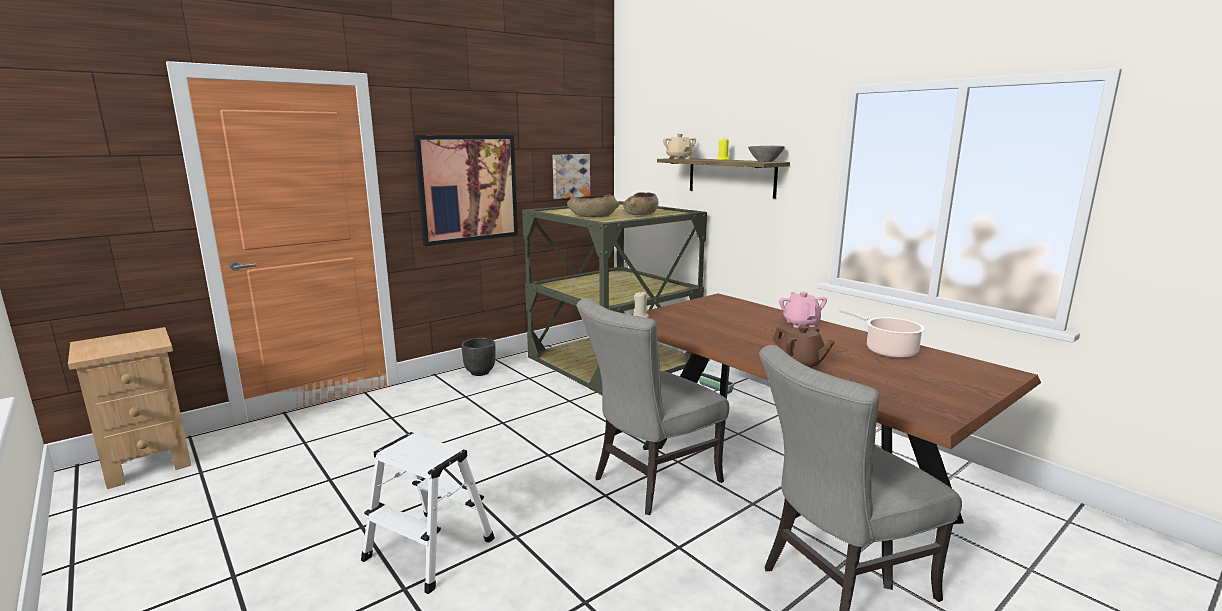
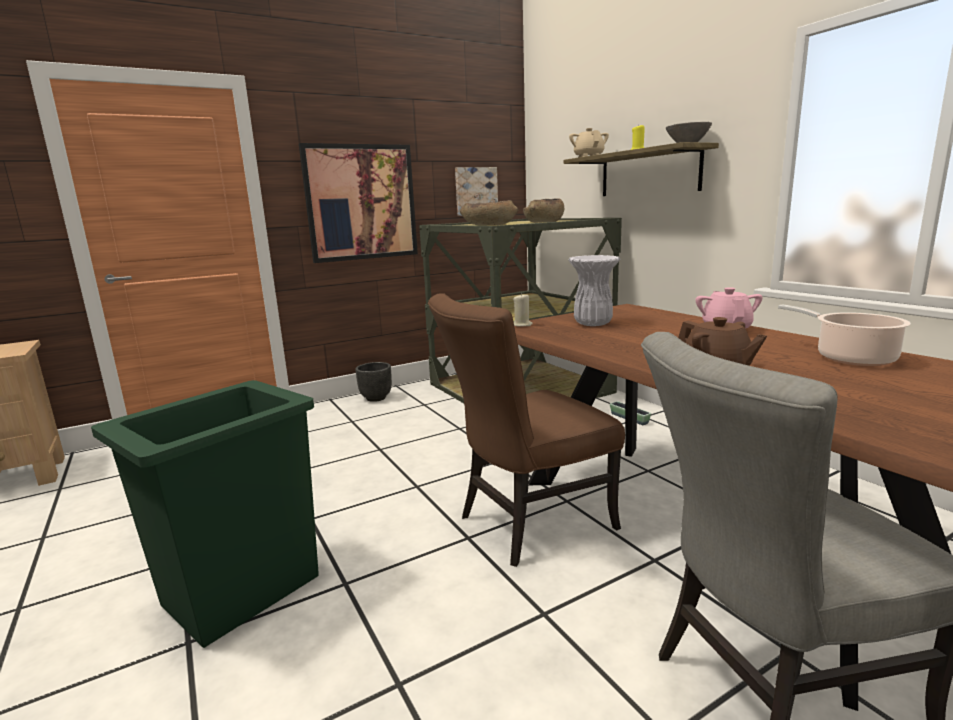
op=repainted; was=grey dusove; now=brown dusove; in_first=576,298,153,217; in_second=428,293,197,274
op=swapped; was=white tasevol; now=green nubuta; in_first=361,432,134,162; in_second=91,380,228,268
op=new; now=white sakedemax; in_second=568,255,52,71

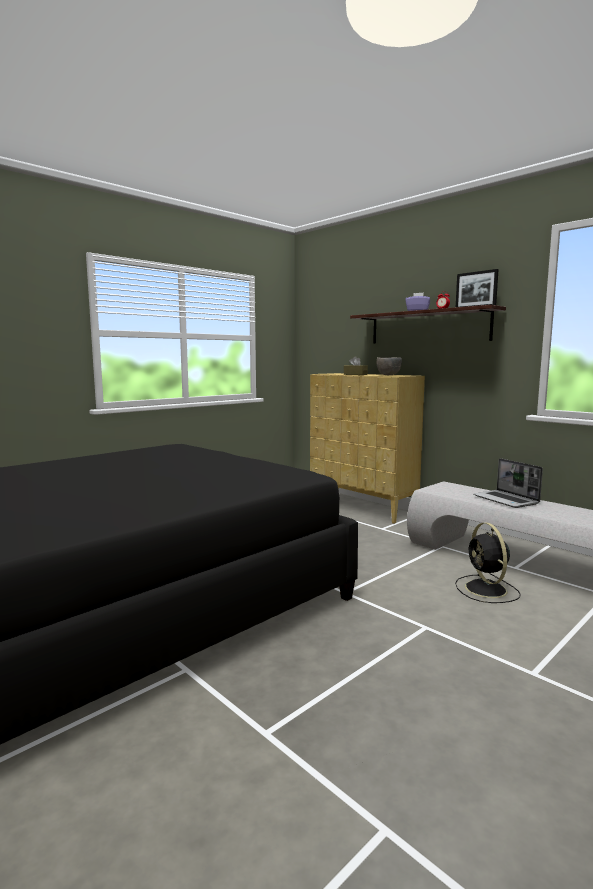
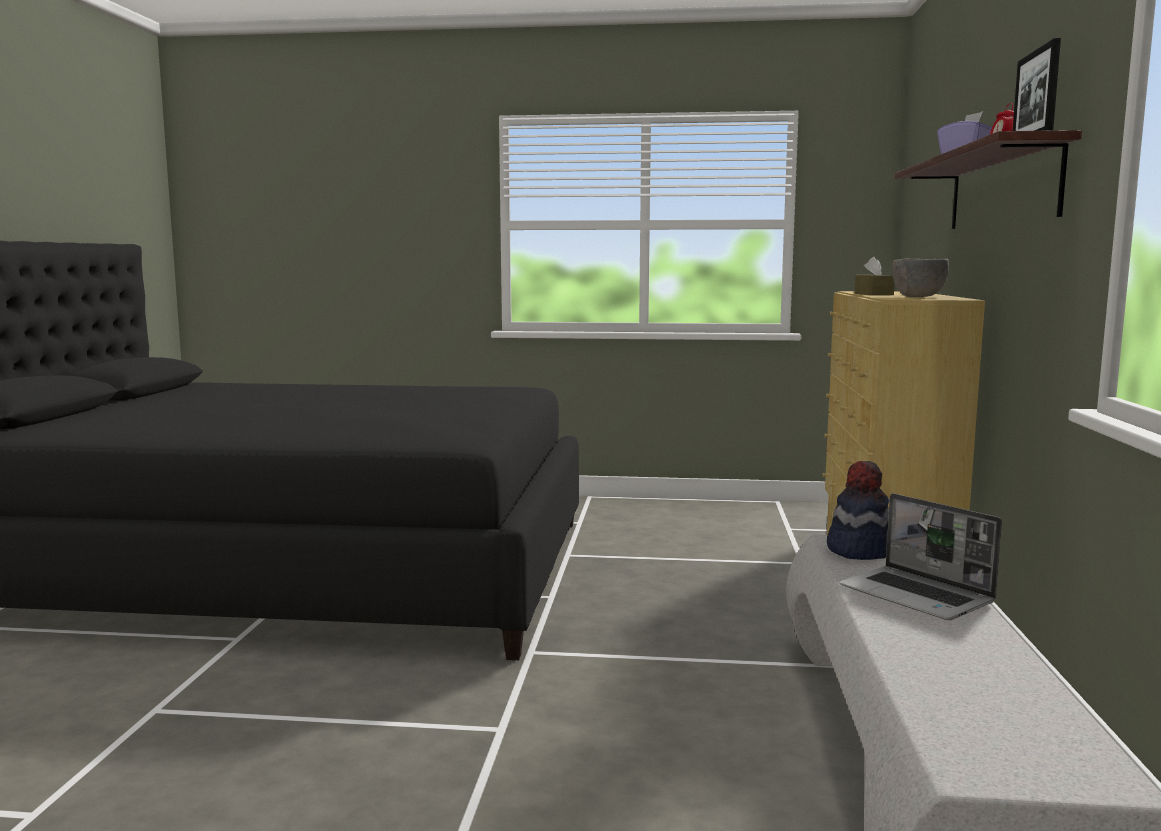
op=rotated; was=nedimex; in_first=473,458,70,50; in_second=839,493,163,127; clockwise=-60
op=gone; was=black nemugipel; in_first=455,523,66,80
op=new; now=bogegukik; in_second=827,461,62,99

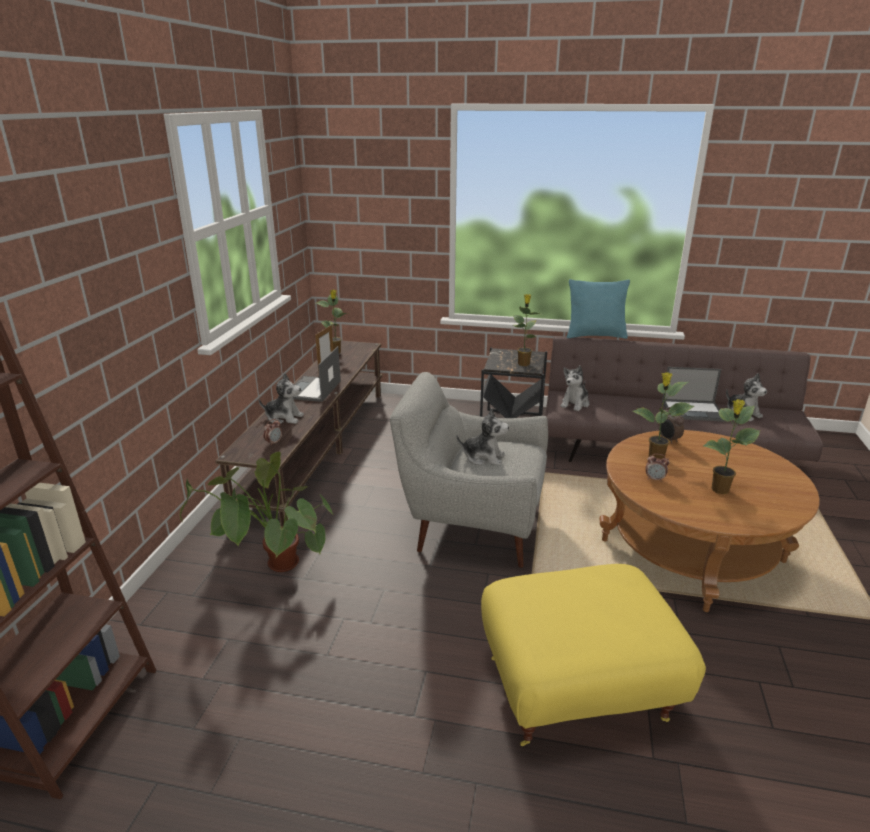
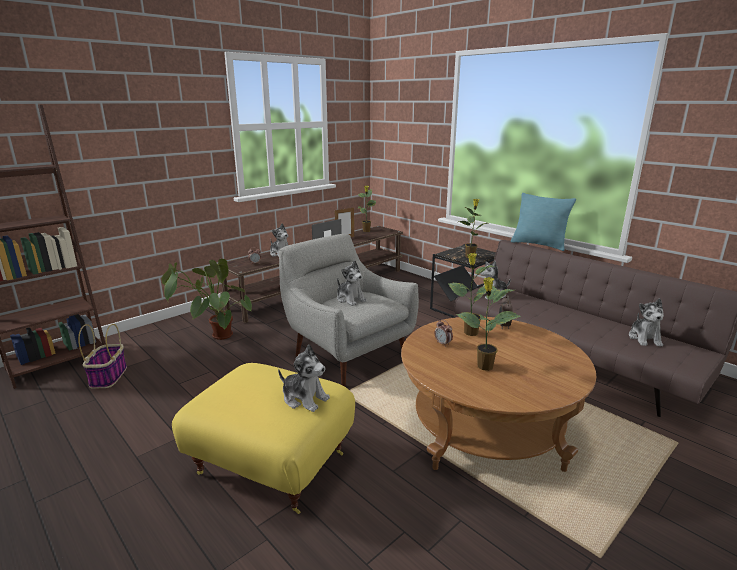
op=gone; was=nedimex; in_first=662,367,63,55
op=new; now=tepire; in_second=78,324,49,65
op=new; now=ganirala; in_second=278,344,52,68

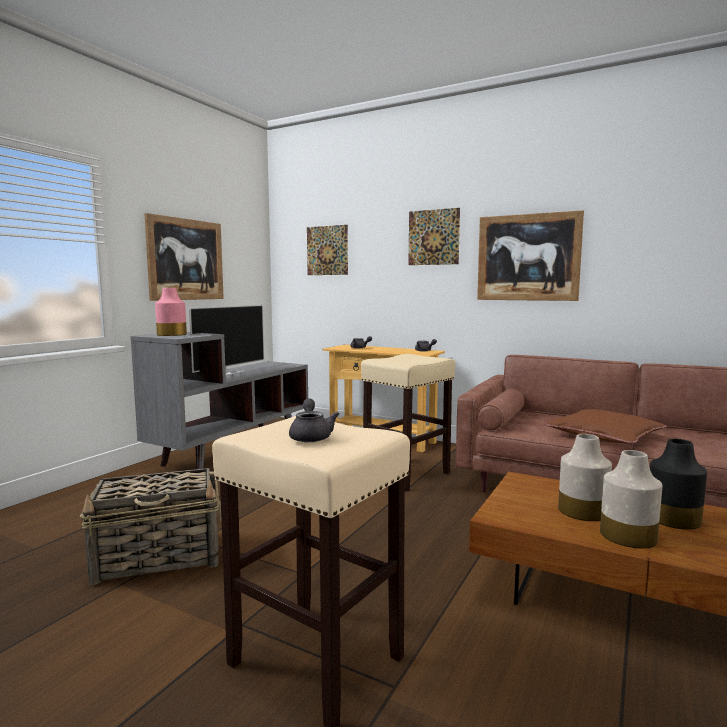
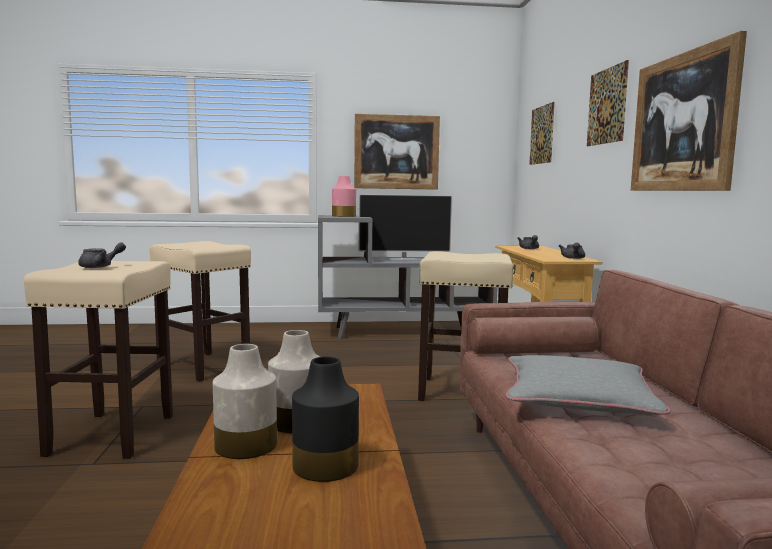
op=repainted; was=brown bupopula; now=grey bupopula; in_first=545,409,122,35; in_second=506,355,165,60
op=swapped; was=tepire; now=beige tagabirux; in_first=80,468,142,117; in_second=149,241,102,141

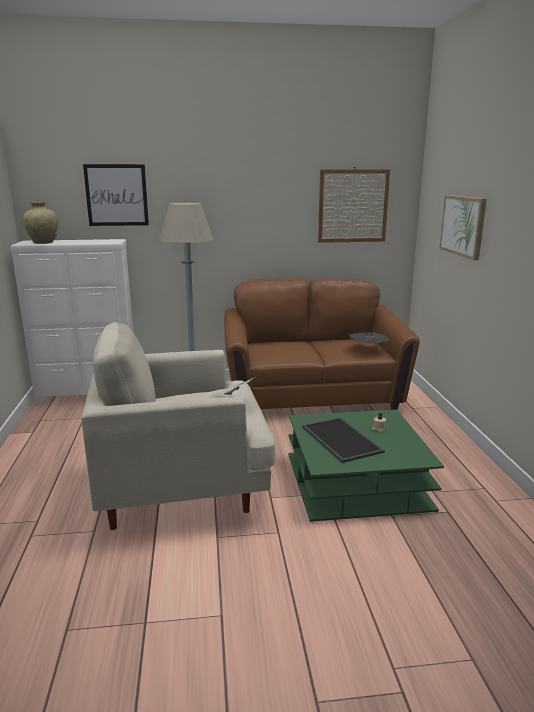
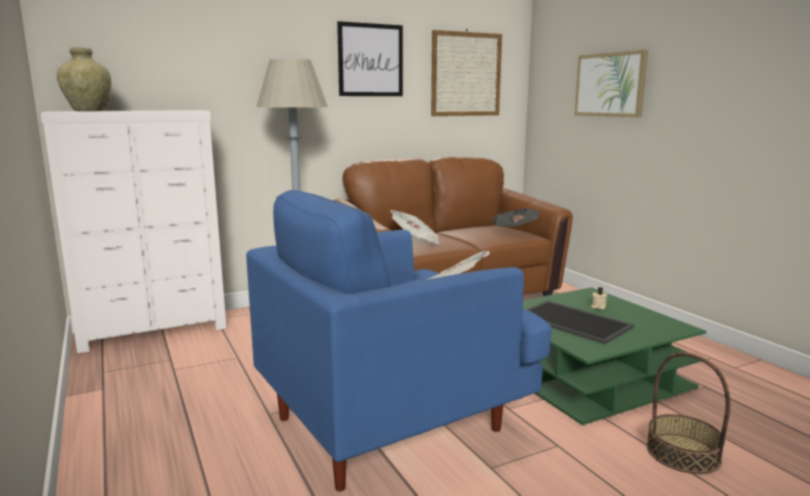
op=shifted; was=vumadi; in_first=83,164,66,62; in_second=337,21,66,75
op=repainted; was=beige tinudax; now=blue tinudax; in_first=81,322,194,208; in_second=246,190,305,302
op=new; now=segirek; in_second=390,210,49,34
op=new; now=tepire; in_second=646,352,84,122

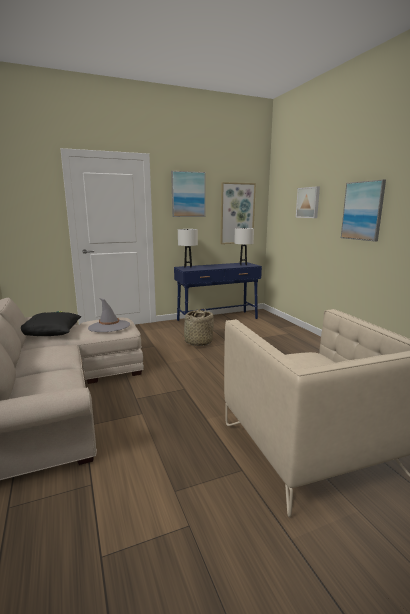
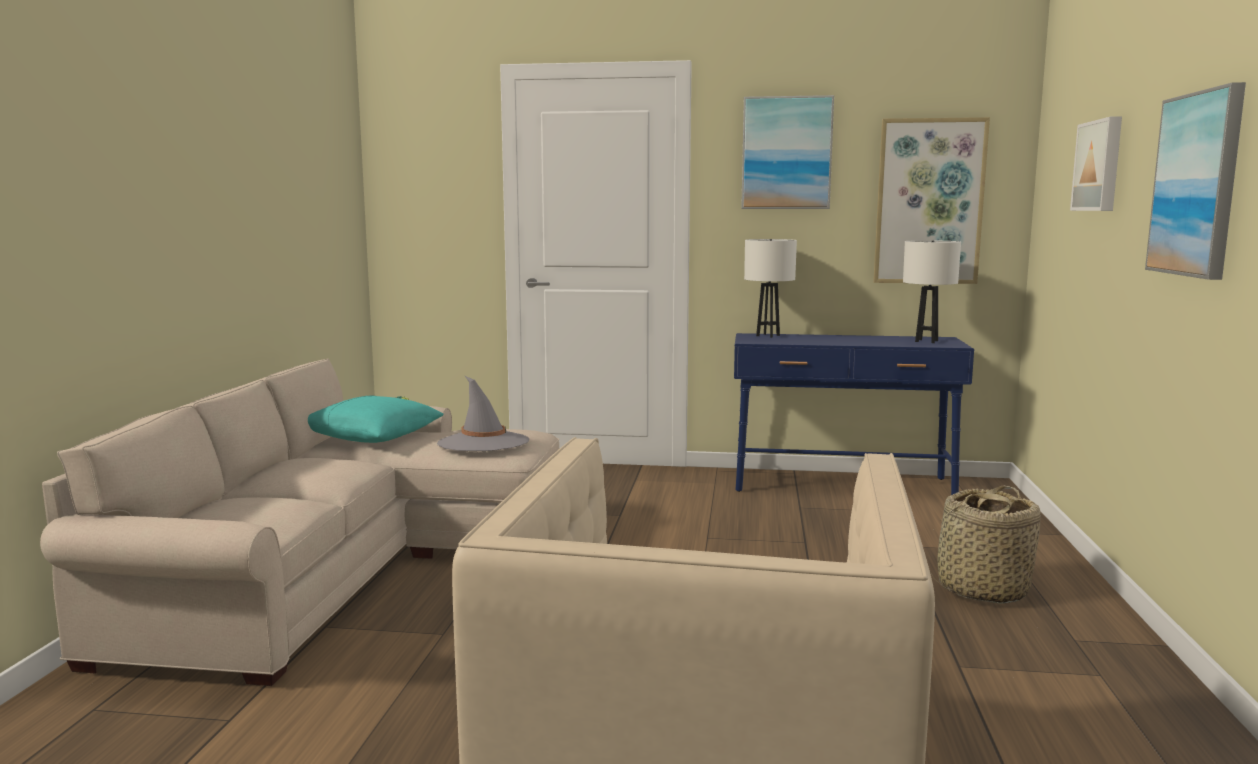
op=shifted; was=tepire; in_first=182,308,32,38; in_second=930,486,111,118
op=repainted; was=black bupopula; now=turquoise bupopula; in_first=21,311,60,25; in_second=308,395,135,48

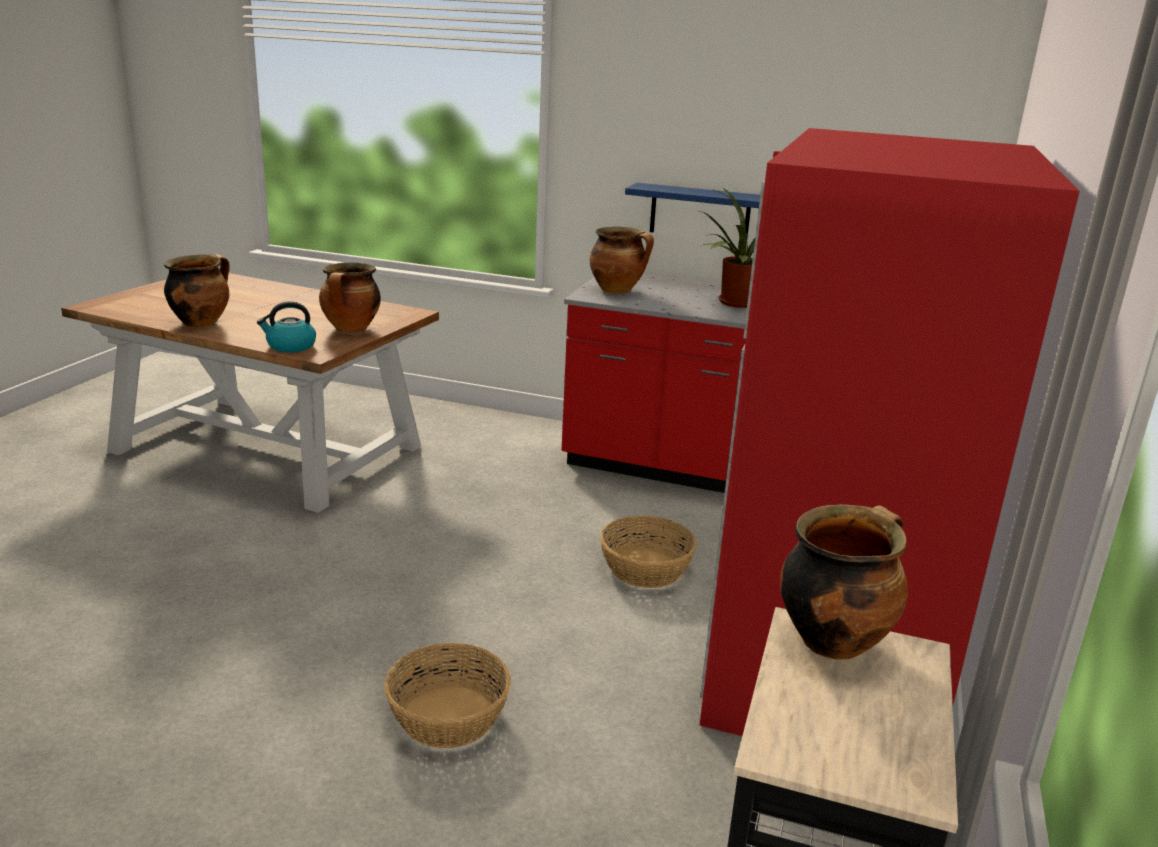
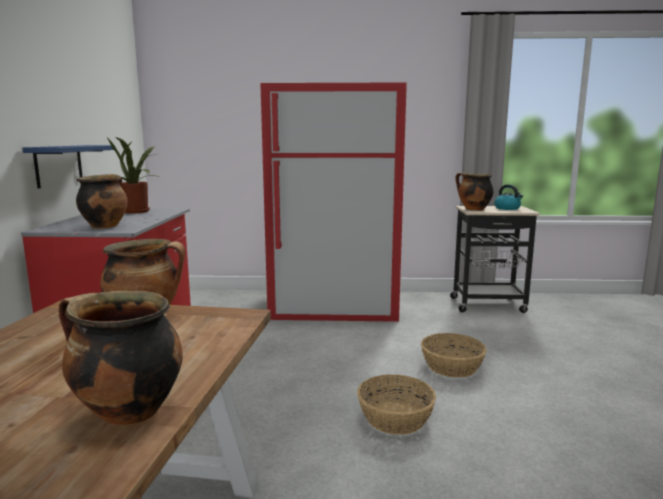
op=shifted; was=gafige; in_first=257,301,59,51; in_second=494,184,29,26
op=shifted; was=tepire; in_first=600,515,97,73; in_second=357,374,79,61

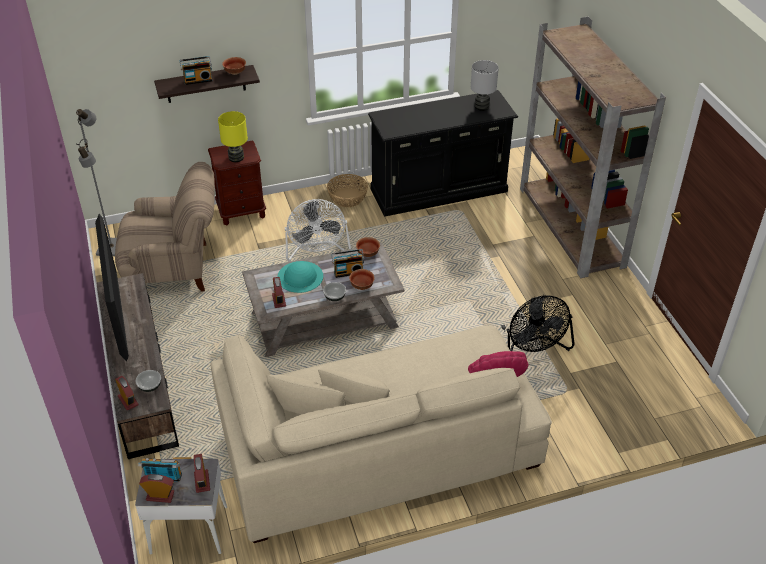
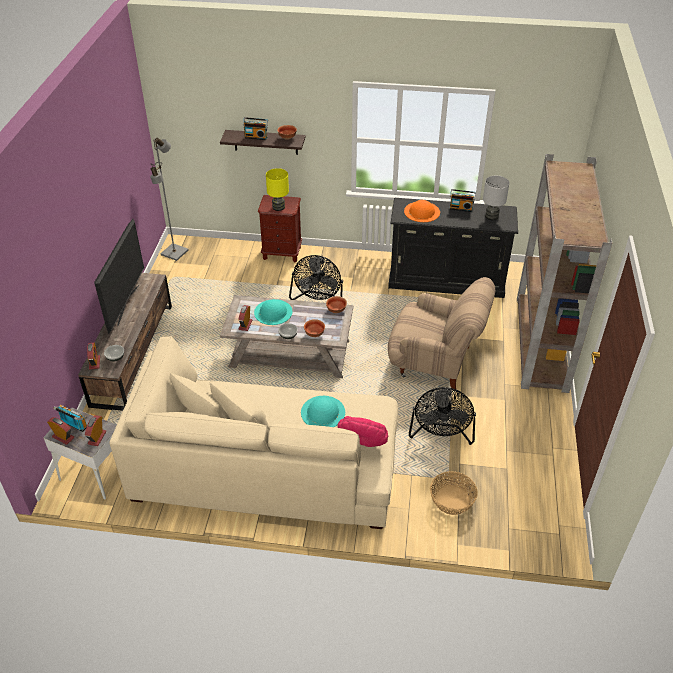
op=shifted; was=beige tinudax; in_first=115,162,100,130; in_second=388,277,107,113
op=shifted; was=tepire; in_first=327,174,41,33; in_second=430,471,48,44
op=repainted; was=white nemugipel; now=black nemugipel; in_first=285,199,66,63; in_second=289,255,54,45
op=shifted; was=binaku; in_first=331,249,33,29; in_second=450,189,26,23
op=new; now=orange bogegukik; in_second=404,200,36,22
op=new; now=turquoise bogegukik; in_second=301,396,44,31

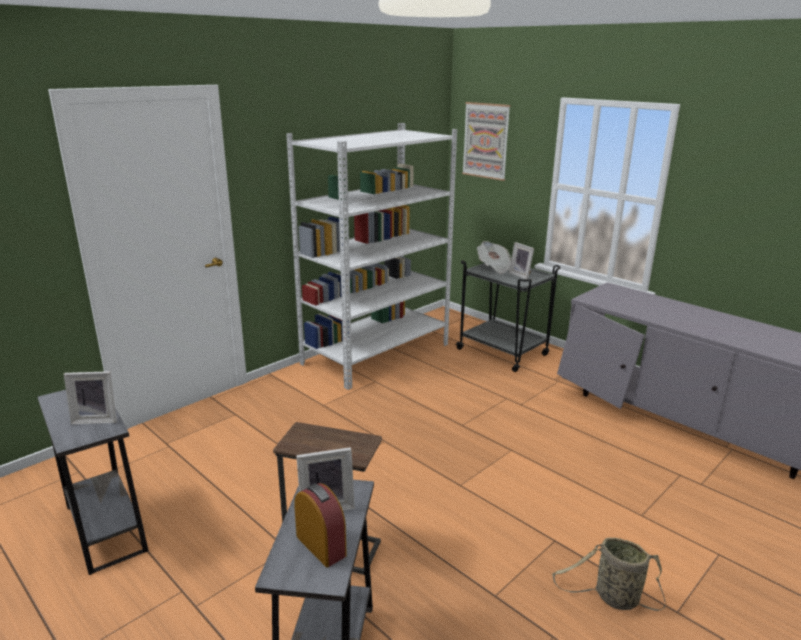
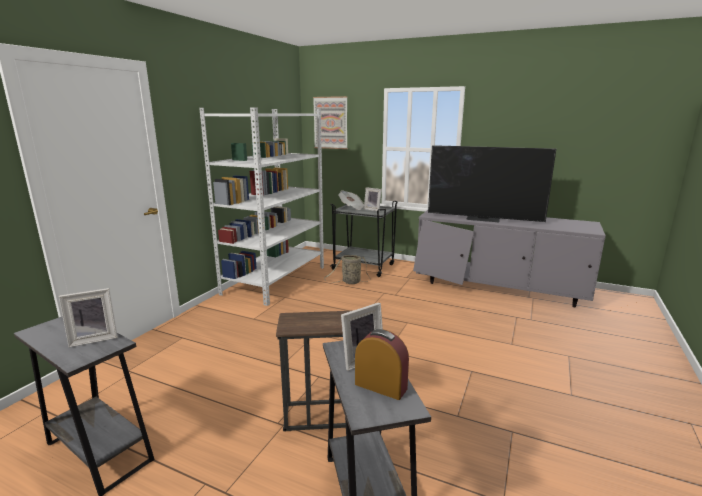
op=shifted; was=tepire; in_first=552,538,113,73; in_second=324,255,46,29
op=new; now=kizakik; in_second=428,145,128,77

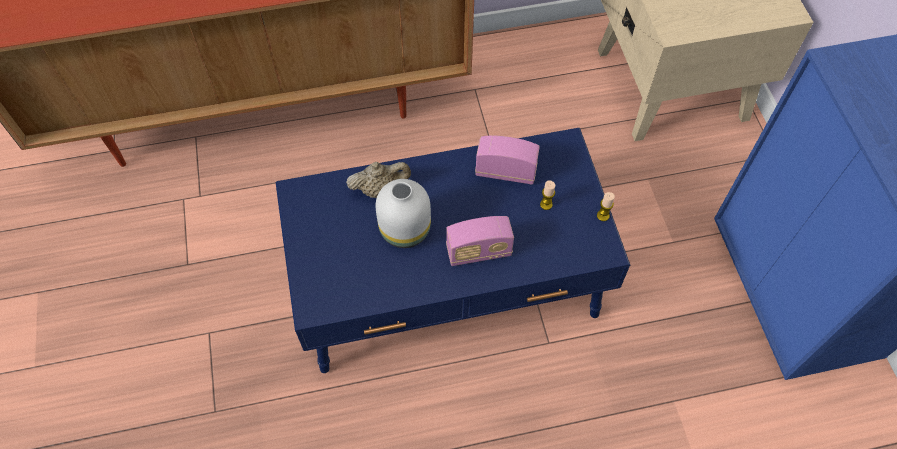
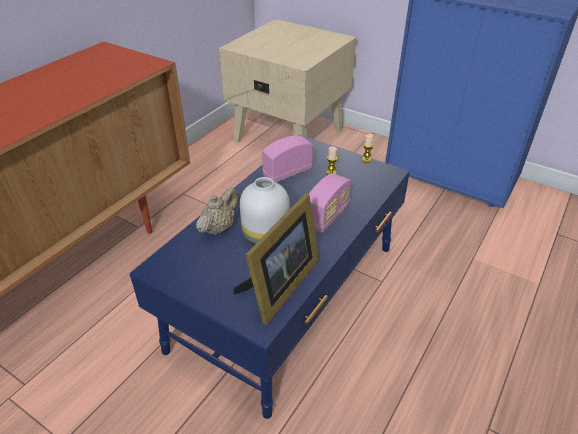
op=new; now=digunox; in_second=233,193,86,132

